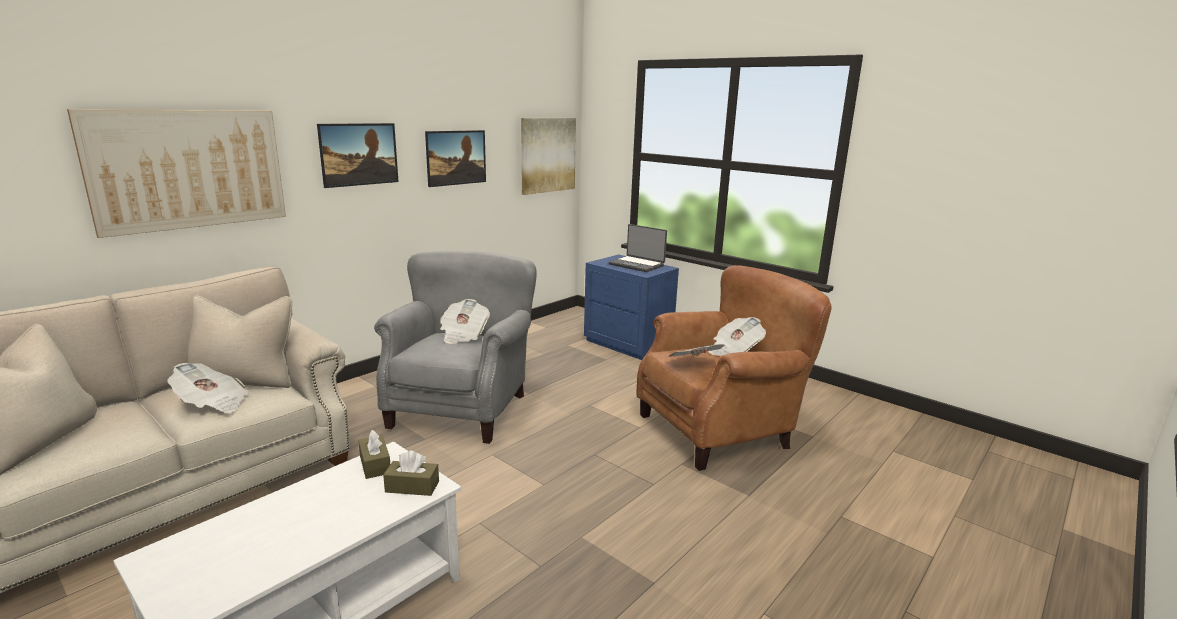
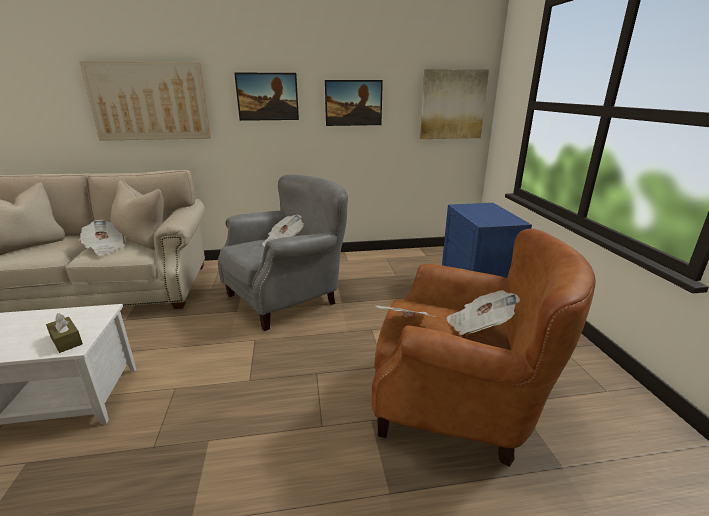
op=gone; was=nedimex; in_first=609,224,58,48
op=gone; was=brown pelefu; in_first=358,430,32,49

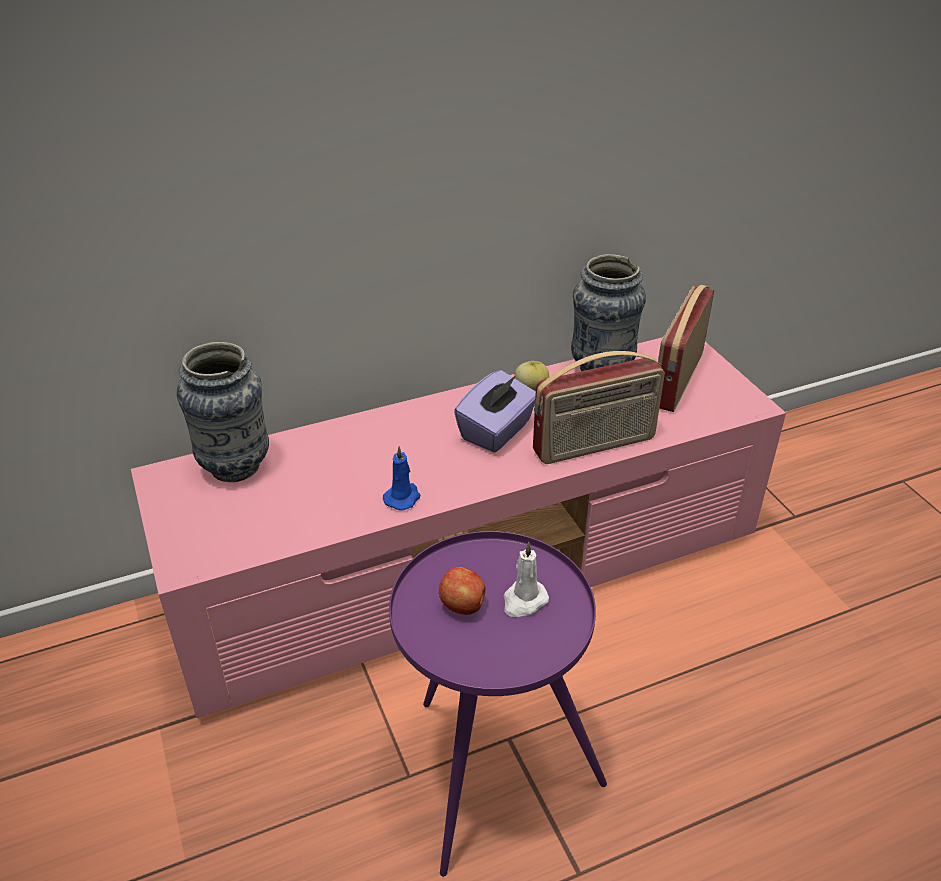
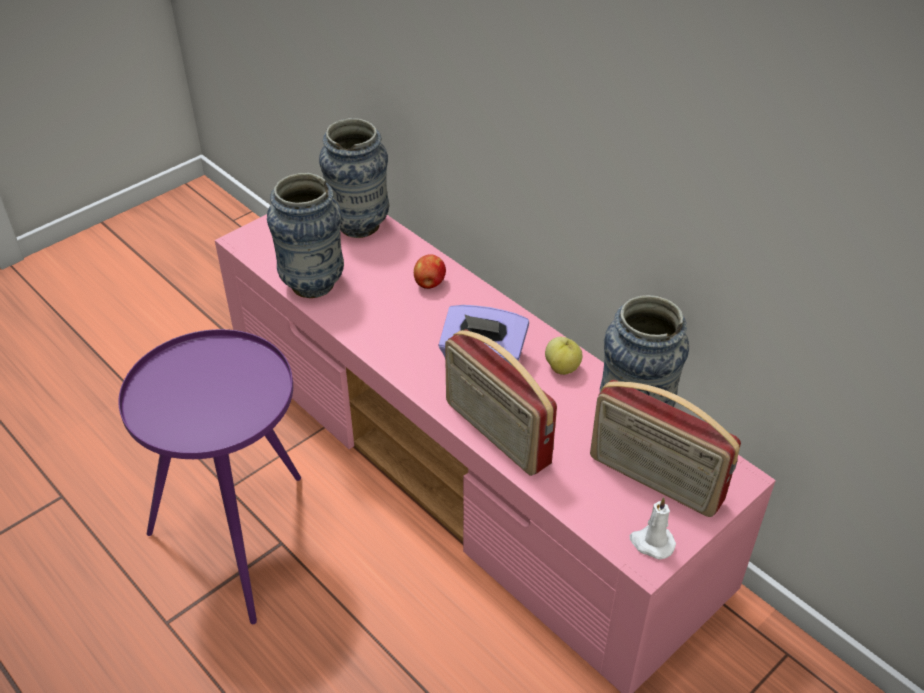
op=rotated; was=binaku; in_first=658,285,56,127; in_second=590,380,151,137; clockwise=-150
op=gone; was=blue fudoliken; in_first=383,446,37,65
op=shifted; was=white fudoliken; in_first=504,541,45,76; in_second=630,497,46,62
op=shifted; was=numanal; in_first=439,567,47,48; in_second=414,254,32,35
op=new; now=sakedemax; in_second=267,173,77,125

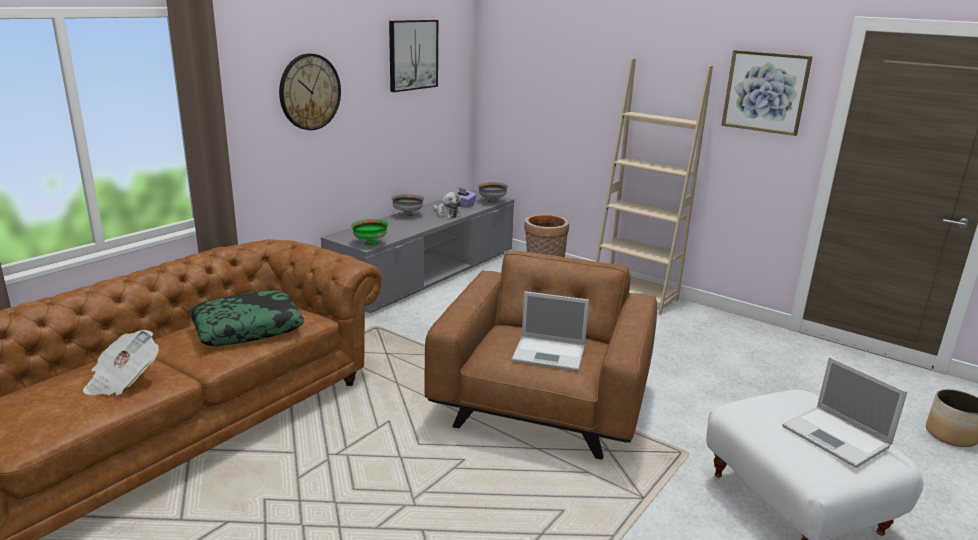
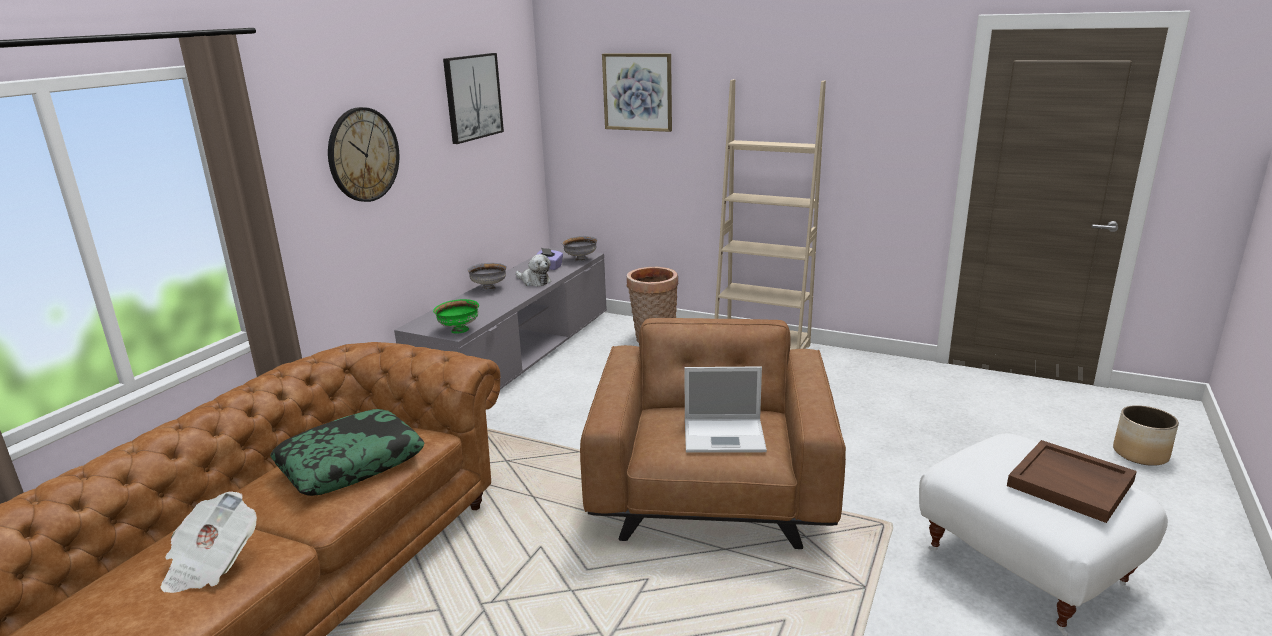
op=shifted; was=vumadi; in_first=721,50,92,86; in_second=602,54,70,78
op=swapped; was=nedimex; now=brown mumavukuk; in_first=782,357,125,111; in_second=1007,440,130,83

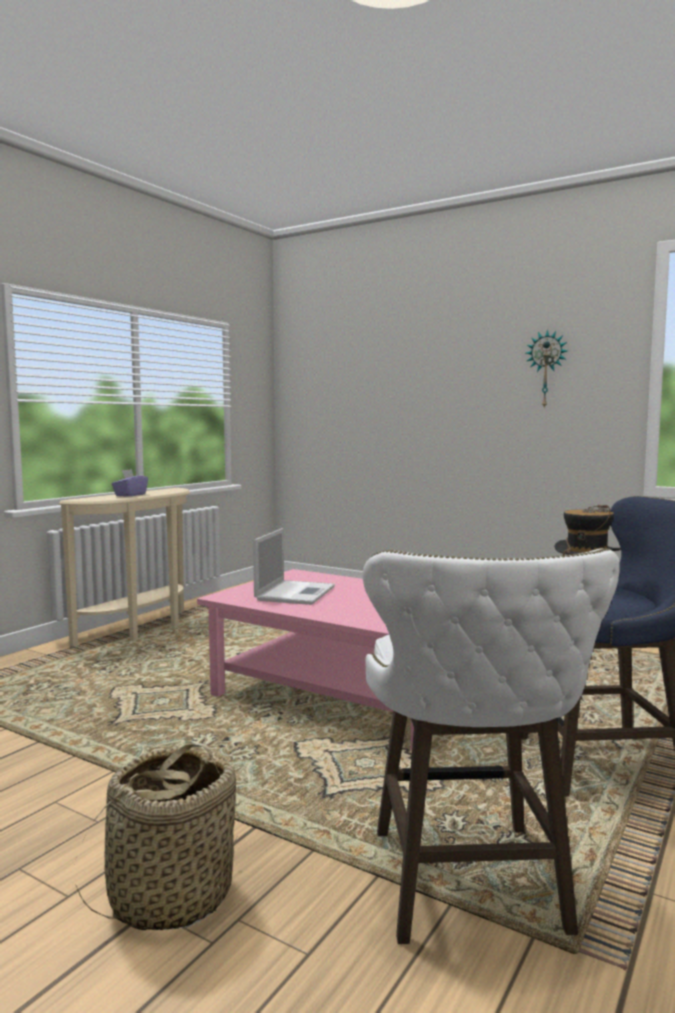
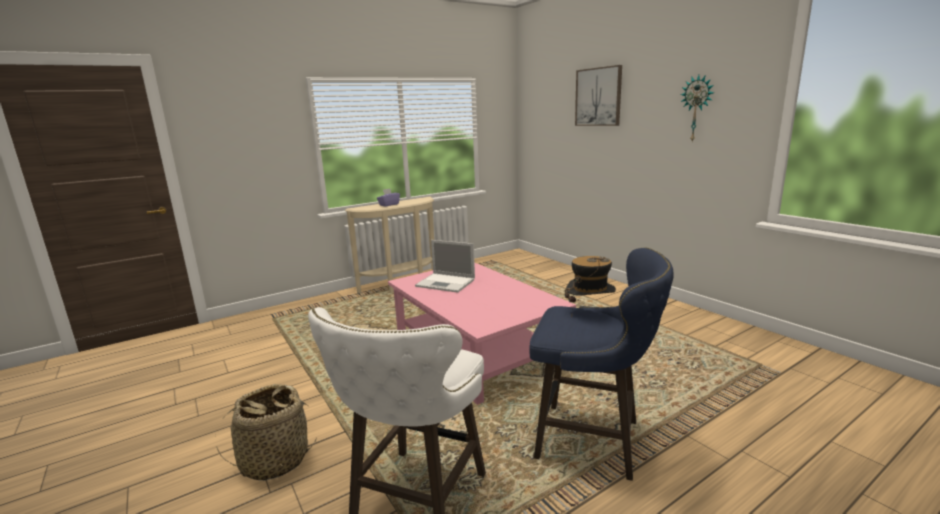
op=rotated; was=nedimex; in_first=253,528,82,77; in_second=415,240,60,53; clockwise=75
op=new; now=vumadi; in_second=575,65,47,61

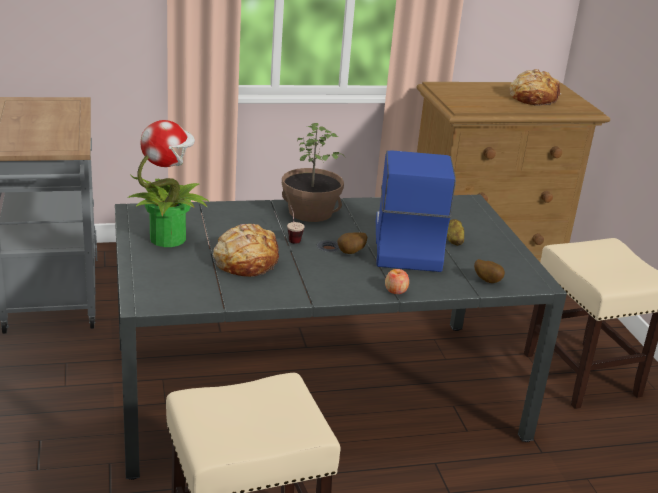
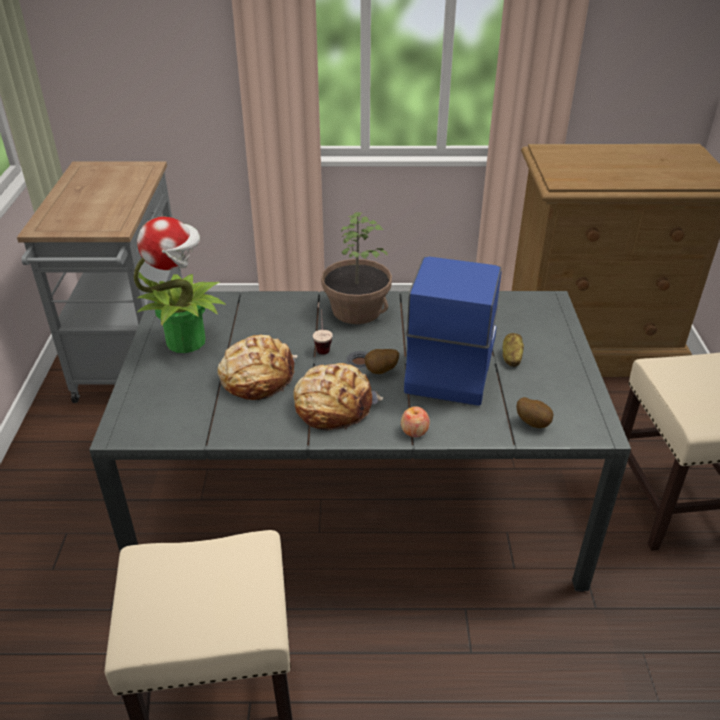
op=shifted; was=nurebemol; in_first=509,69,53,37; in_second=293,363,90,68

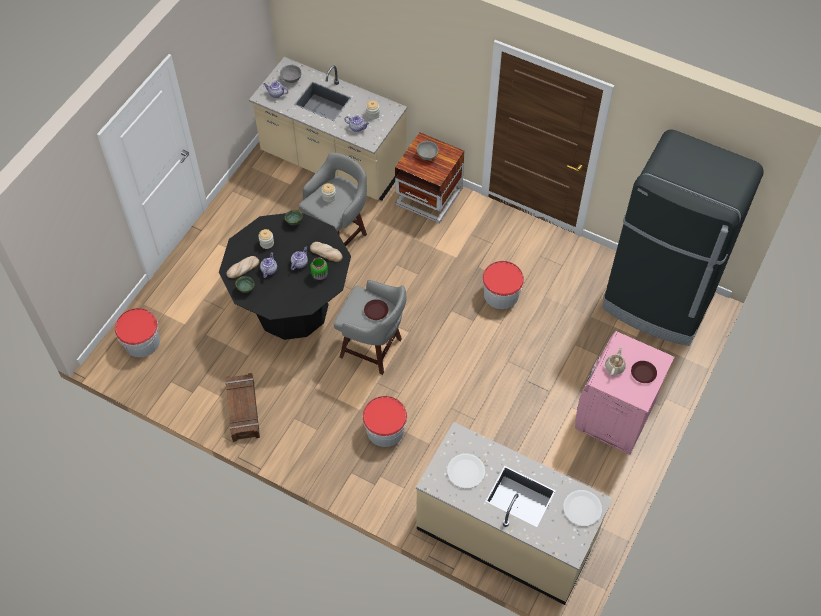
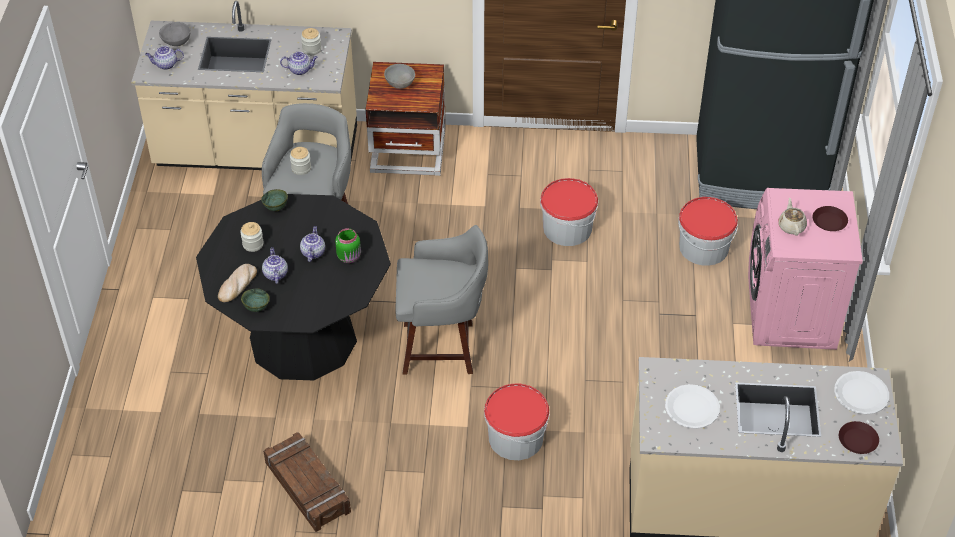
op=gone; was=nurebemol; in_first=310,242,32,20
op=shifted; was=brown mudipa; in_first=364,299,24,21; in_second=839,421,40,33
op=shifted; was=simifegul; in_first=115,308,45,49; in_second=678,197,60,69

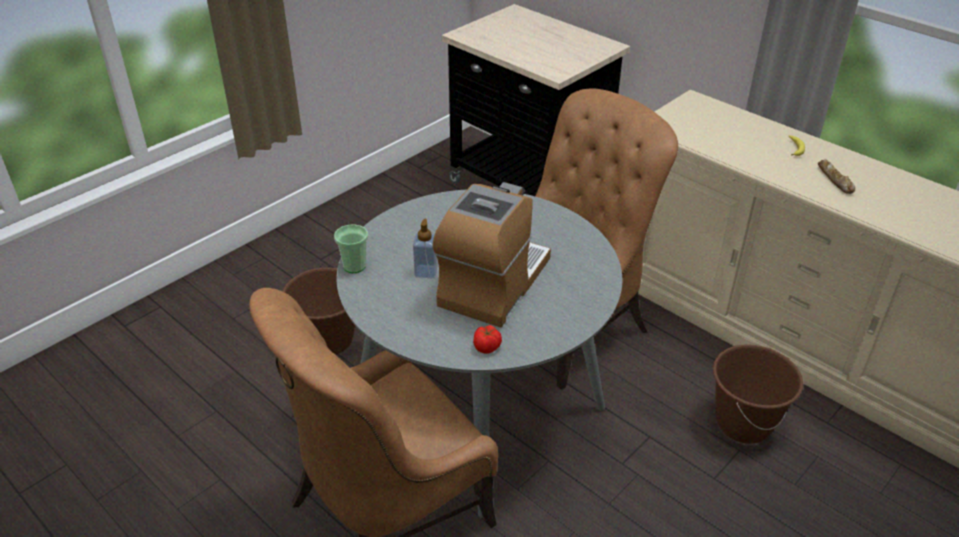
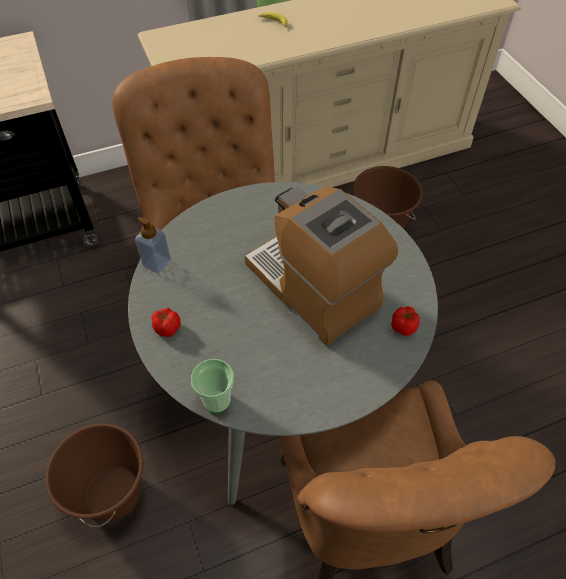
op=gone; was=nurebemol; in_first=818,160,37,34
op=shifted; was=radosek; in_first=413,219,25,59; in_second=135,217,36,57
op=new; now=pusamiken; in_second=152,308,29,29

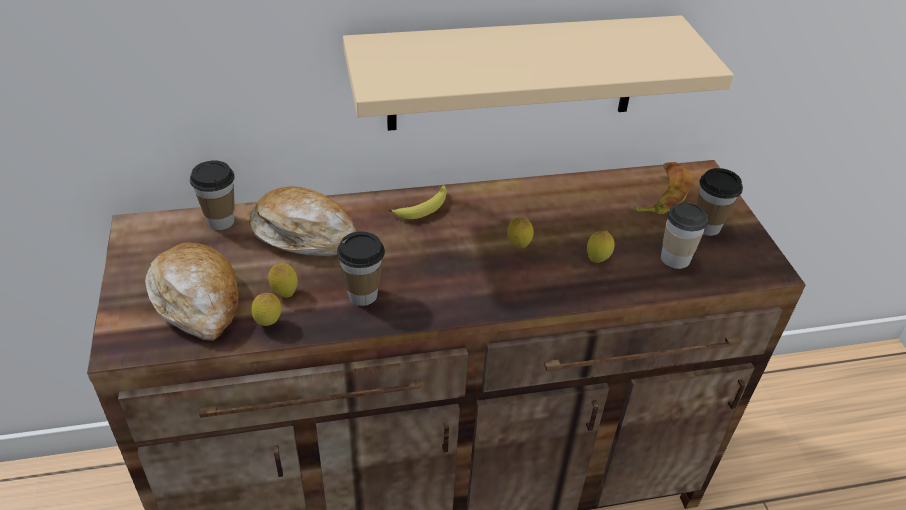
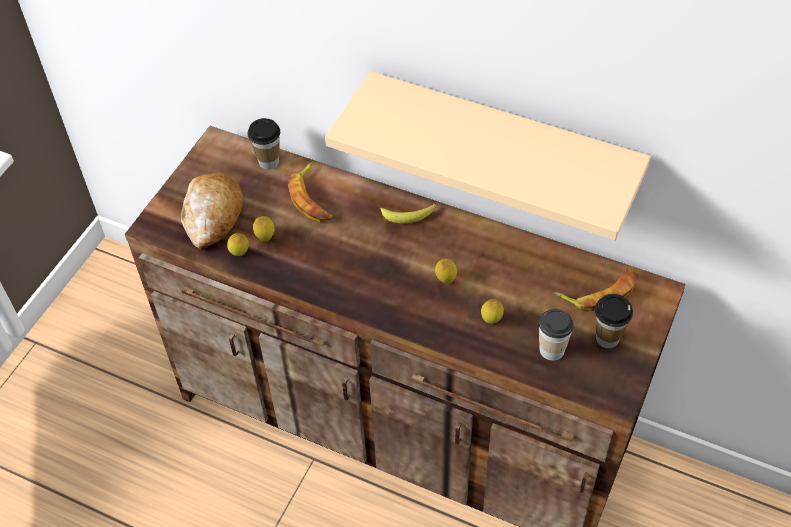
op=swapped; was=nurebemol; now=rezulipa; in_first=250,186,107,70; in_second=288,162,44,61
op=gone; was=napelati; in_first=337,231,48,75

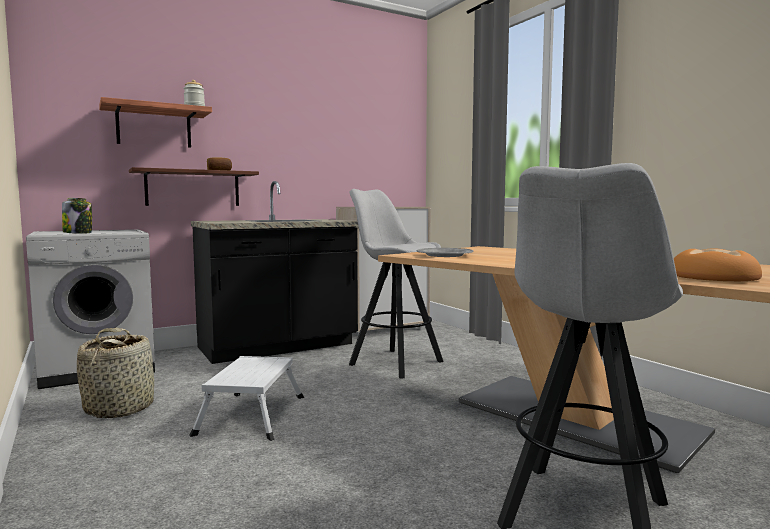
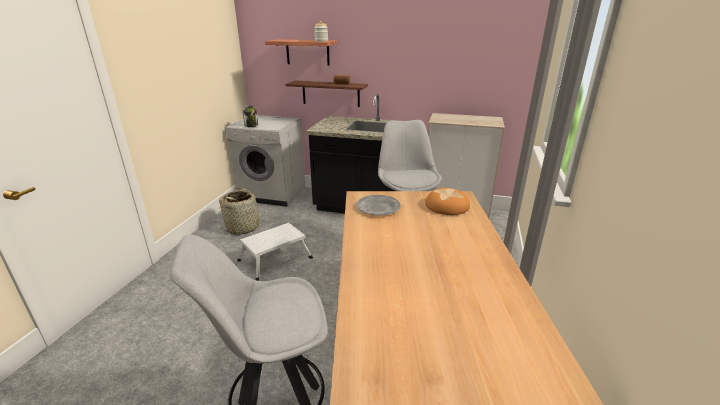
op=shifted; was=nurebemol; in_first=674,248,88,33; in_second=425,188,45,27

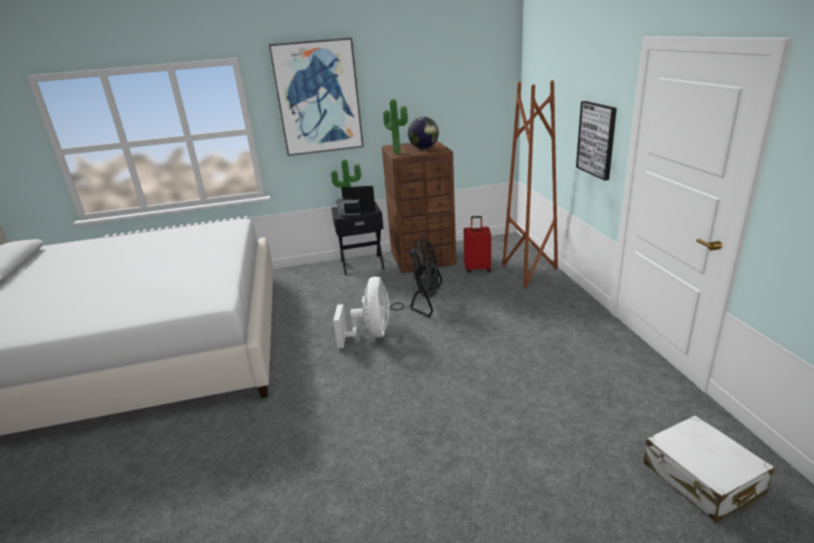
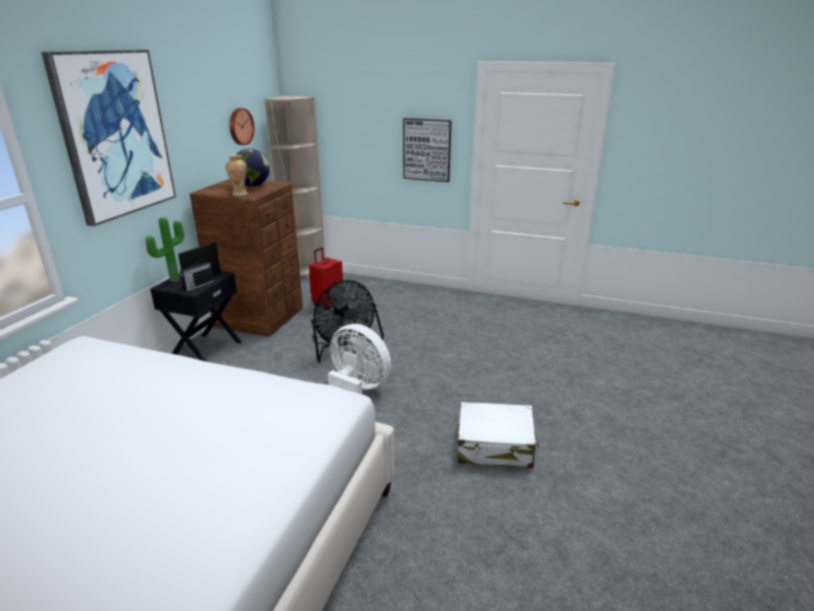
op=gone; was=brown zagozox; in_first=503,80,55,208
op=swapped; was=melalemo; now=sakedemax; in_first=383,99,25,55; in_second=225,155,23,41
op=rotated; was=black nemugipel; in_first=386,239,56,79; in_second=311,280,73,83; clockwise=105
op=shifted; was=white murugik; in_first=644,415,131,107; in_second=457,402,82,66
op=new; now=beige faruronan; in_second=264,96,61,182
op=new; now=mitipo; in_second=230,108,25,37

